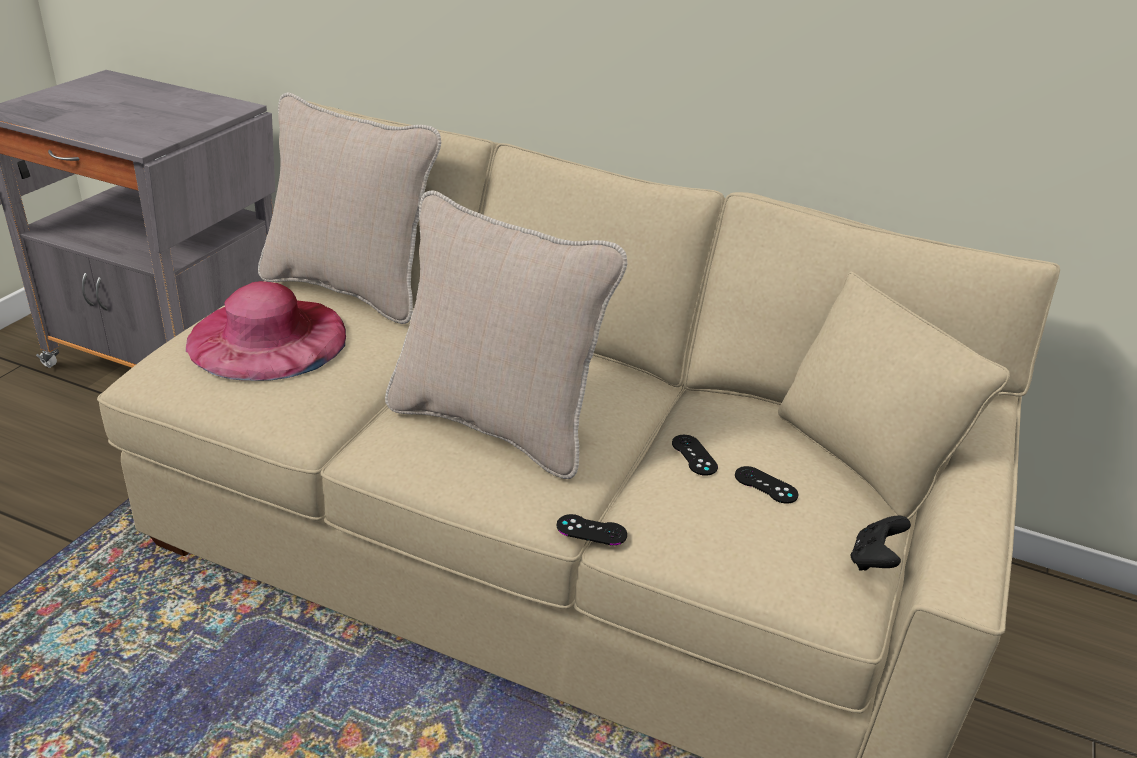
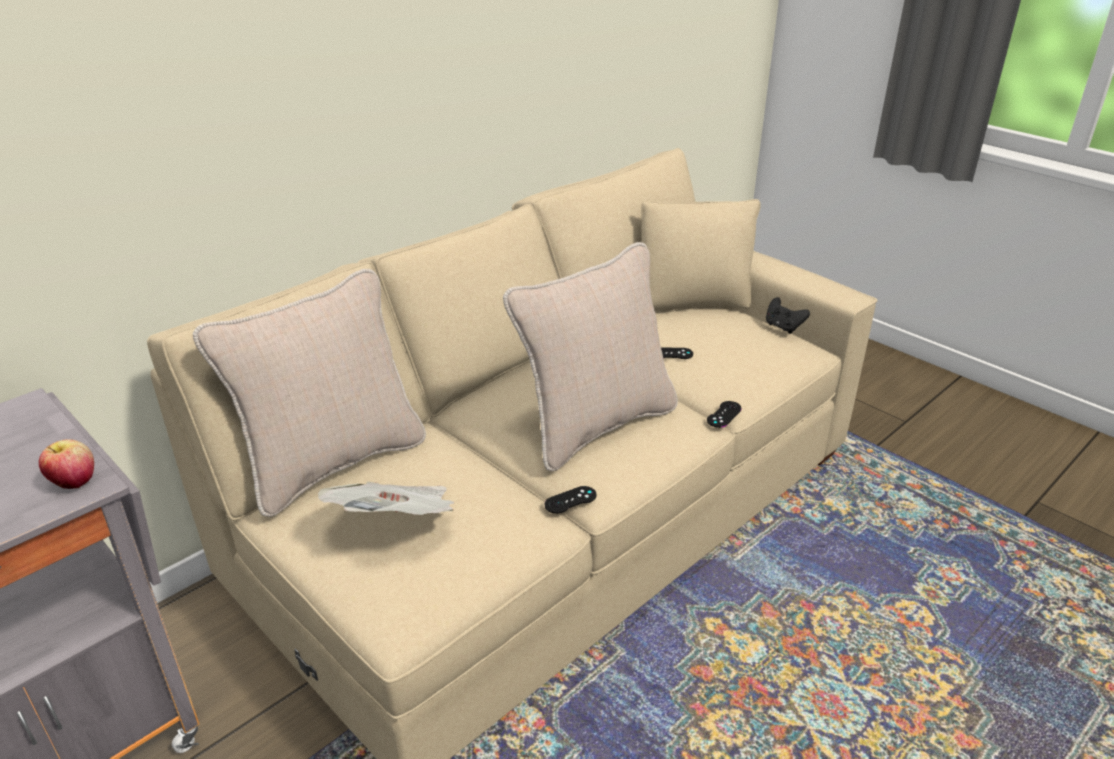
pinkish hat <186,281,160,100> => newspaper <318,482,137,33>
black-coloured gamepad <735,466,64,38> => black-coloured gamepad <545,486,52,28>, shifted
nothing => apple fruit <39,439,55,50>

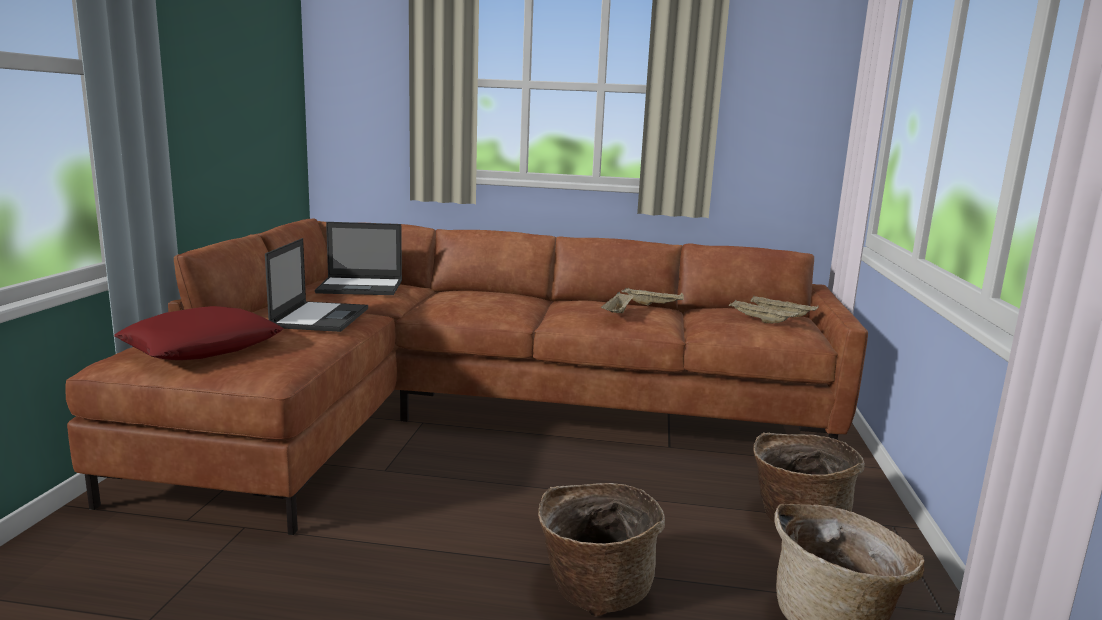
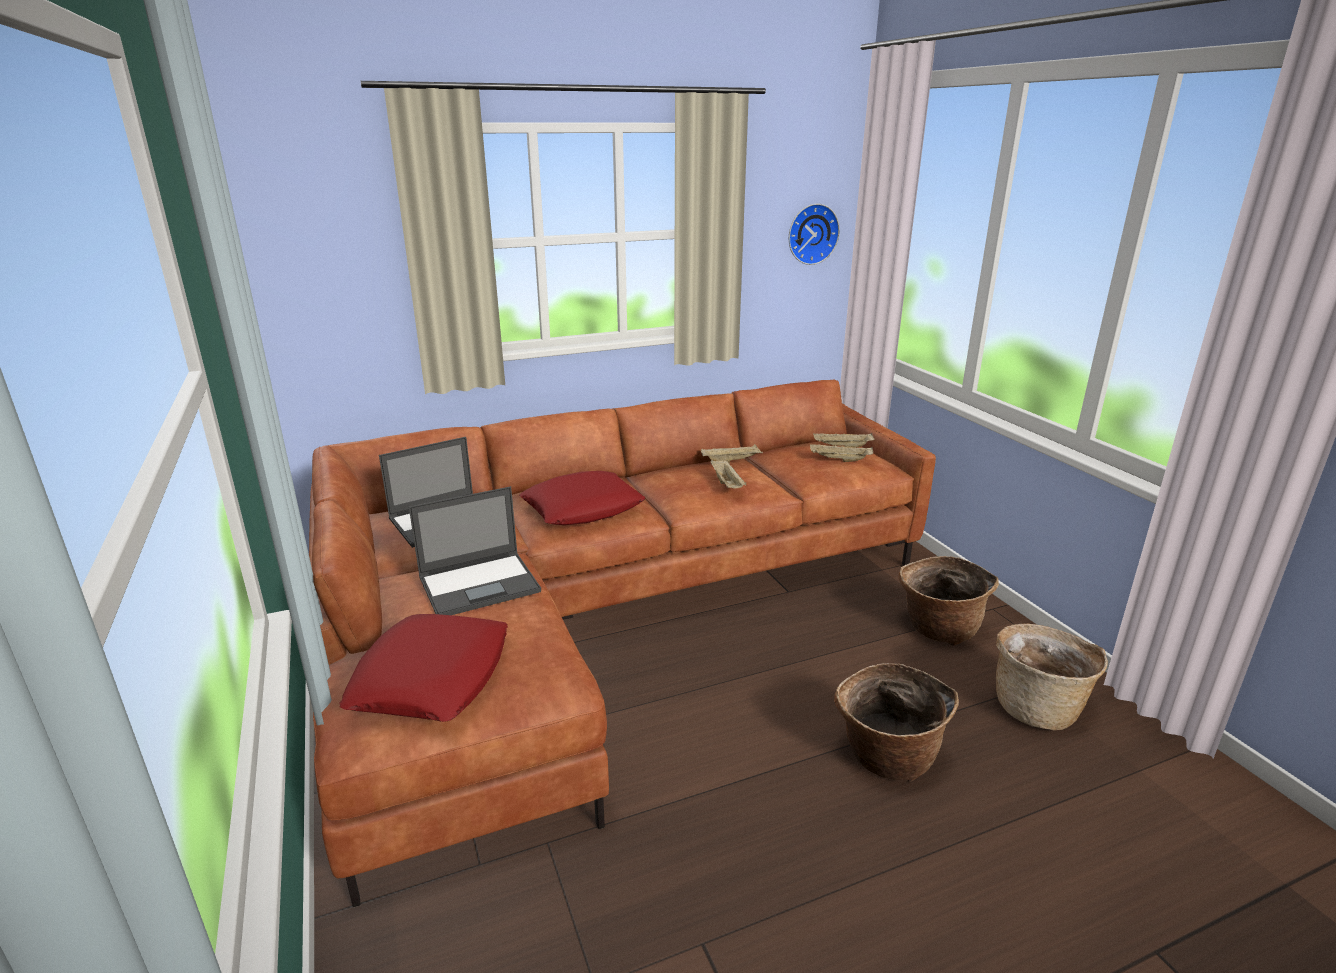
portable computer <265,238,103,94> => portable computer <409,486,132,129>, 90 degrees clockwise
nothing => wall clock <789,203,51,62>
nothing => red cushion <519,471,126,54>

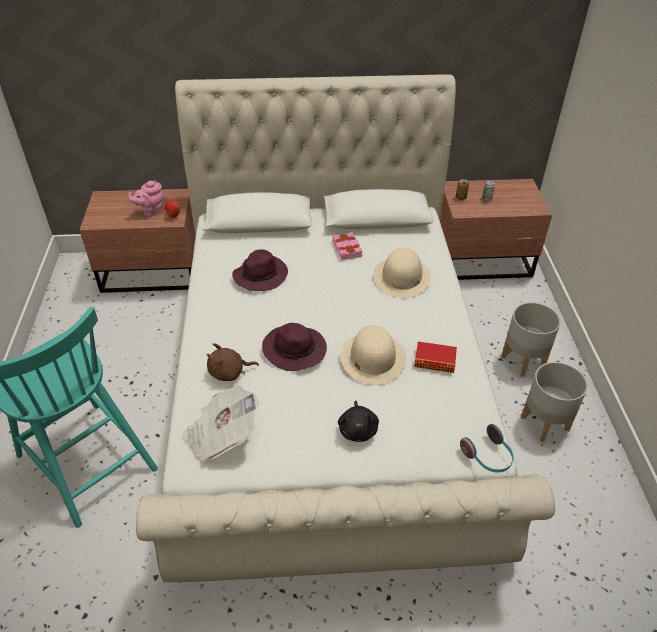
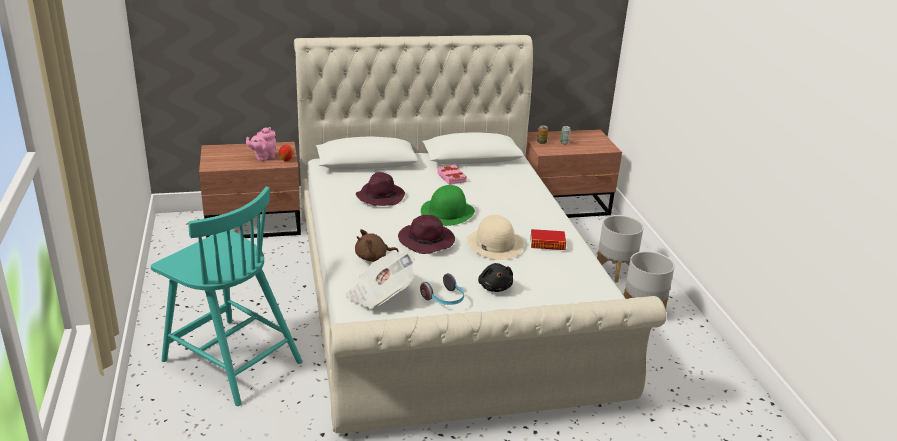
beige-coloured hat <373,247,58,51> => nothing
headphones <460,424,54,49> => headphones <420,273,44,32>, shifted
nothing => green hat <421,185,54,41>

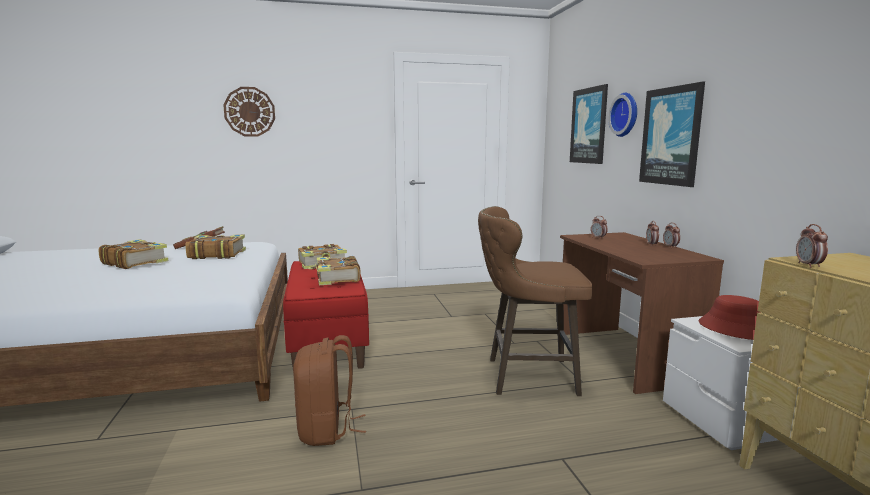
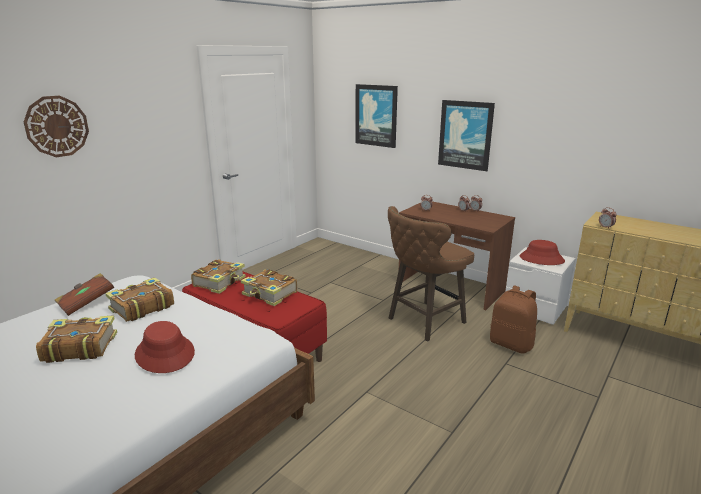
wall clock <608,93,29,44> => nothing
brownish knapsack <293,335,73,111> => brownish knapsack <490,286,47,68>, shifted
nothing => red hat <135,321,60,52>

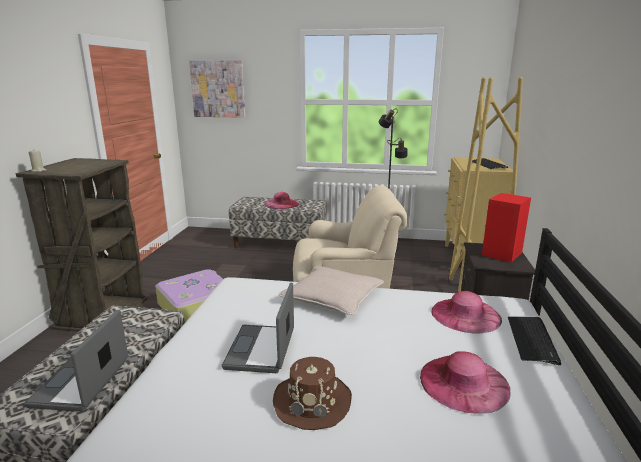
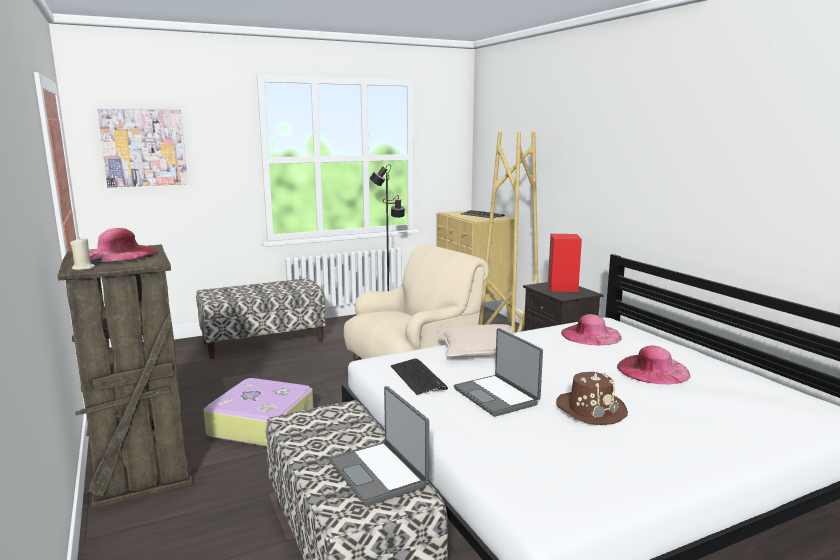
pinkish hat <265,192,34,17> => pinkish hat <89,228,70,35>, shifted
keyboard <508,317,53,48> => keyboard <391,358,57,37>, shifted

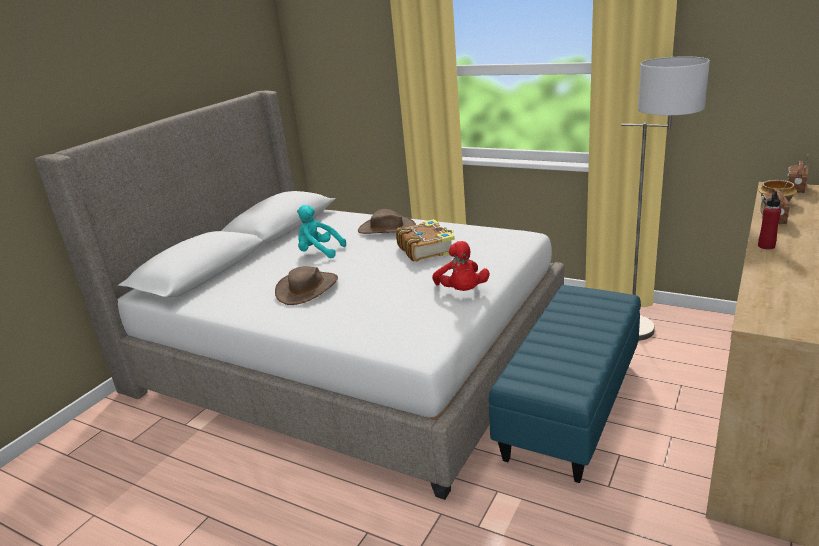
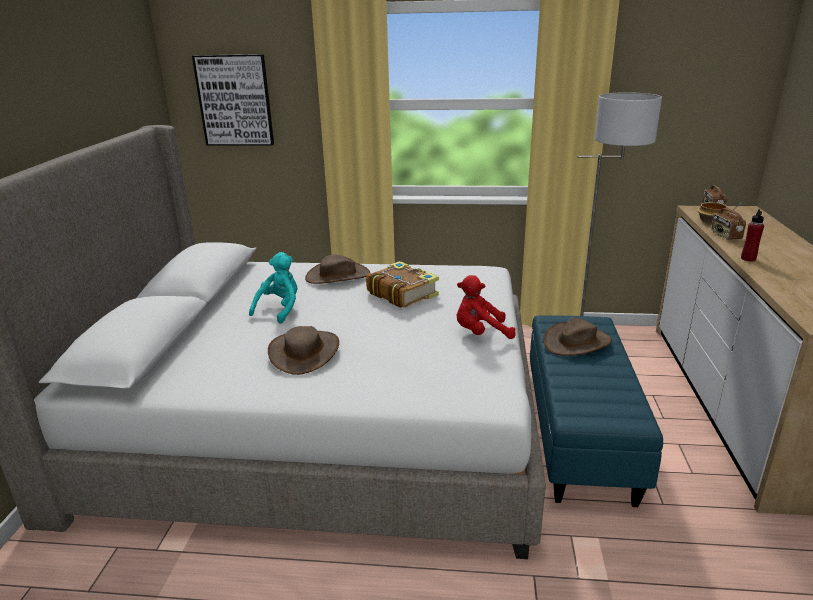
turquoise cuddly toy <297,205,49,53> => turquoise cuddly toy <249,252,49,72>, 120 degrees clockwise
red cuddly toy <432,241,58,50> => red cuddly toy <457,275,59,64>, 120 degrees clockwise
nothing => wall picture <192,54,82,92>
nothing => brownish hat <543,317,69,39>

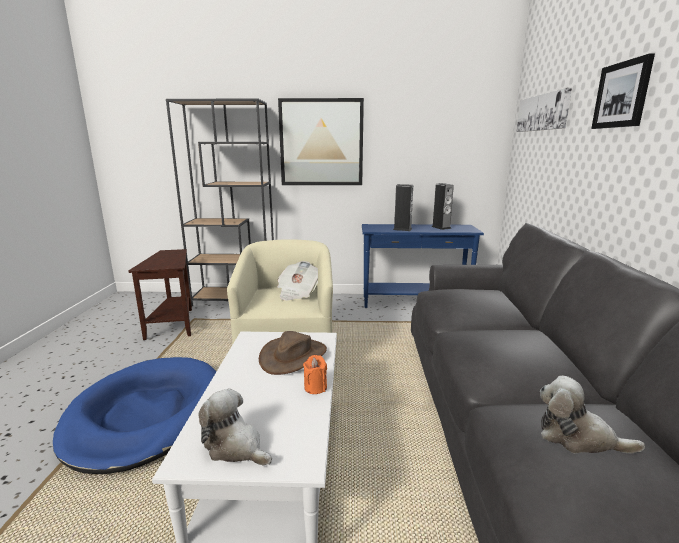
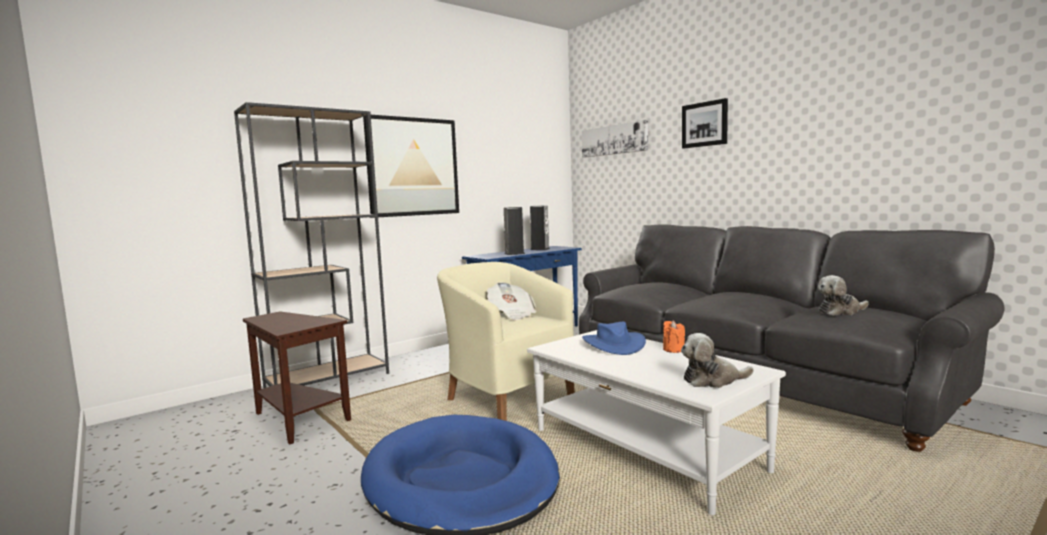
brownish hat <259,331,68,44> => bluish hat <582,322,64,33>

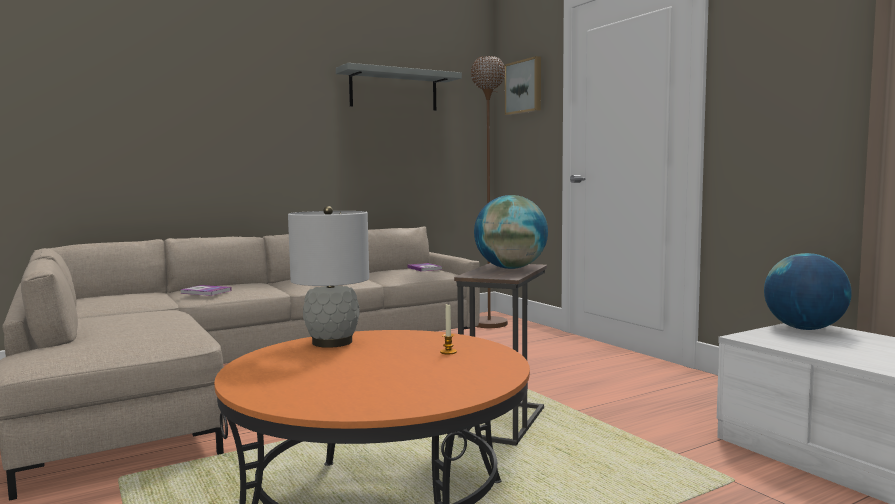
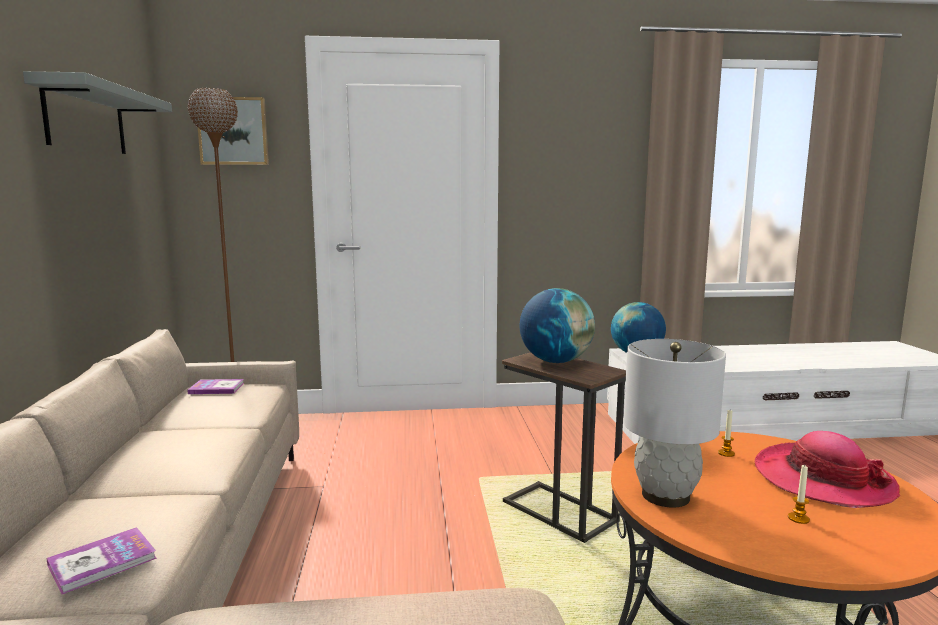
nothing => hat <755,431,145,77>
nothing => wax candle <788,465,22,59>

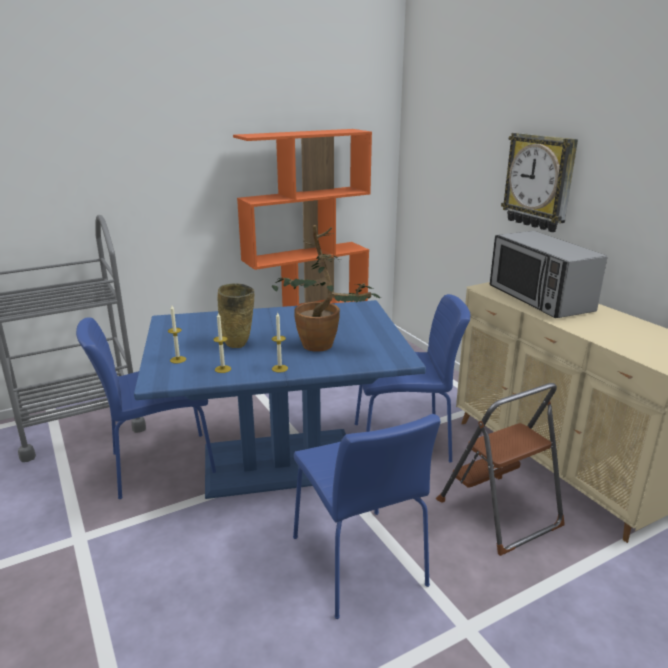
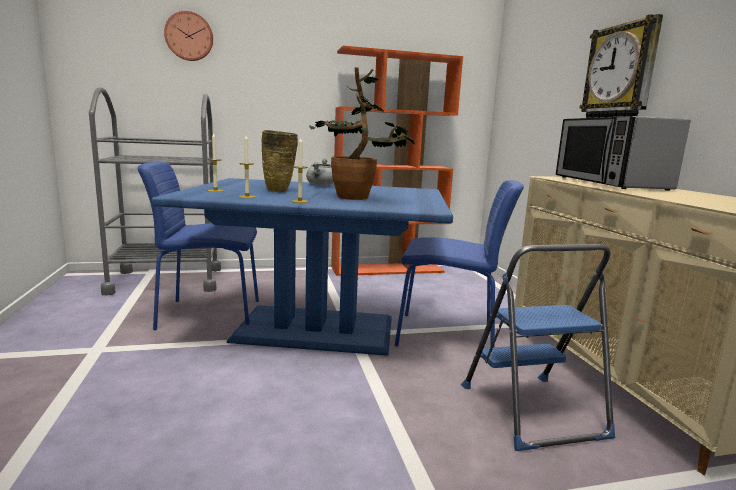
brownish step ladder <436,383,129,173> => bluish step ladder <461,244,154,207>
bluish plain chair <293,414,148,205> => nothing
nothing => wall clock <164,11,49,50>
nothing => greyish stockpot <306,159,28,27>

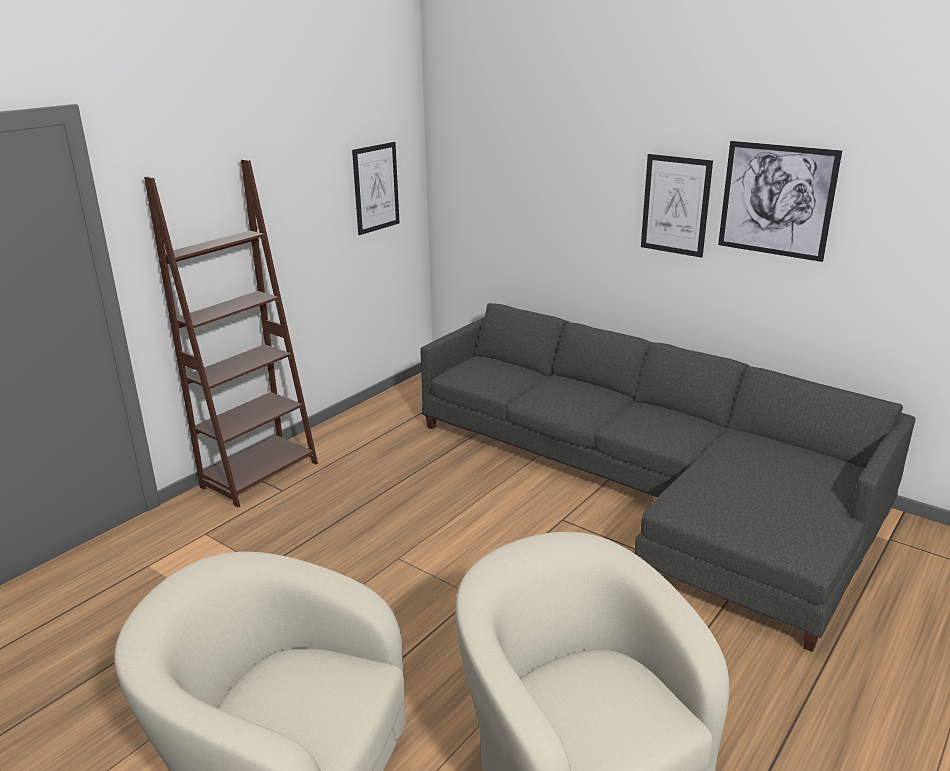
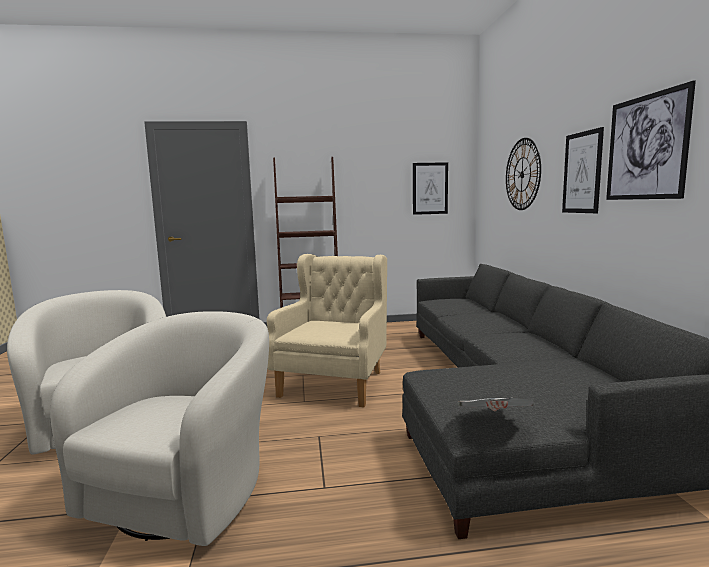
nothing => wall clock <506,138,35,72>
nothing => beige-coloured lounge chair <267,254,120,153>
nothing => newspaper <457,398,77,13>

